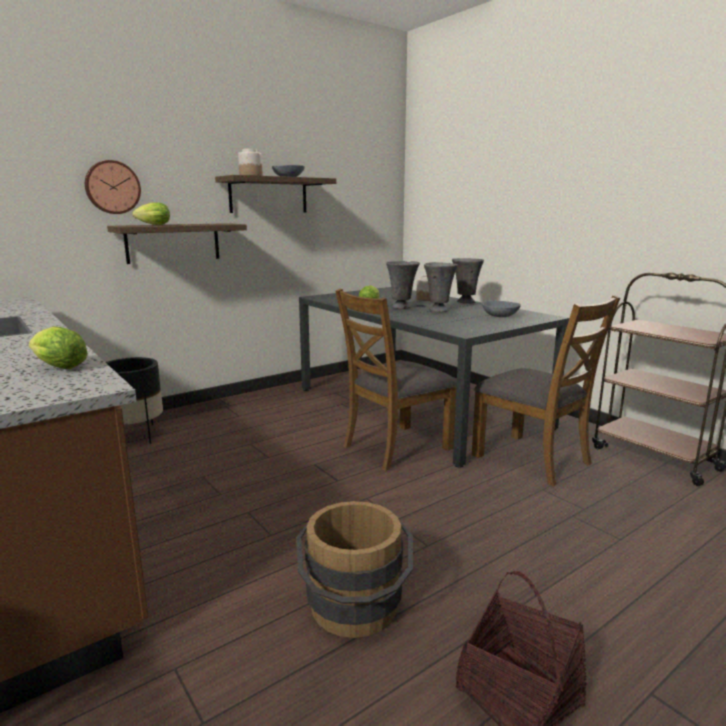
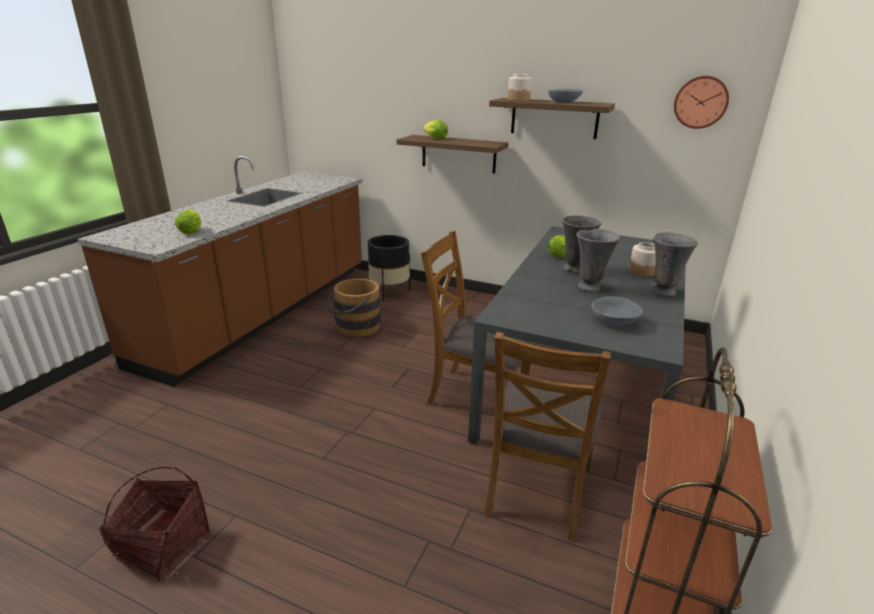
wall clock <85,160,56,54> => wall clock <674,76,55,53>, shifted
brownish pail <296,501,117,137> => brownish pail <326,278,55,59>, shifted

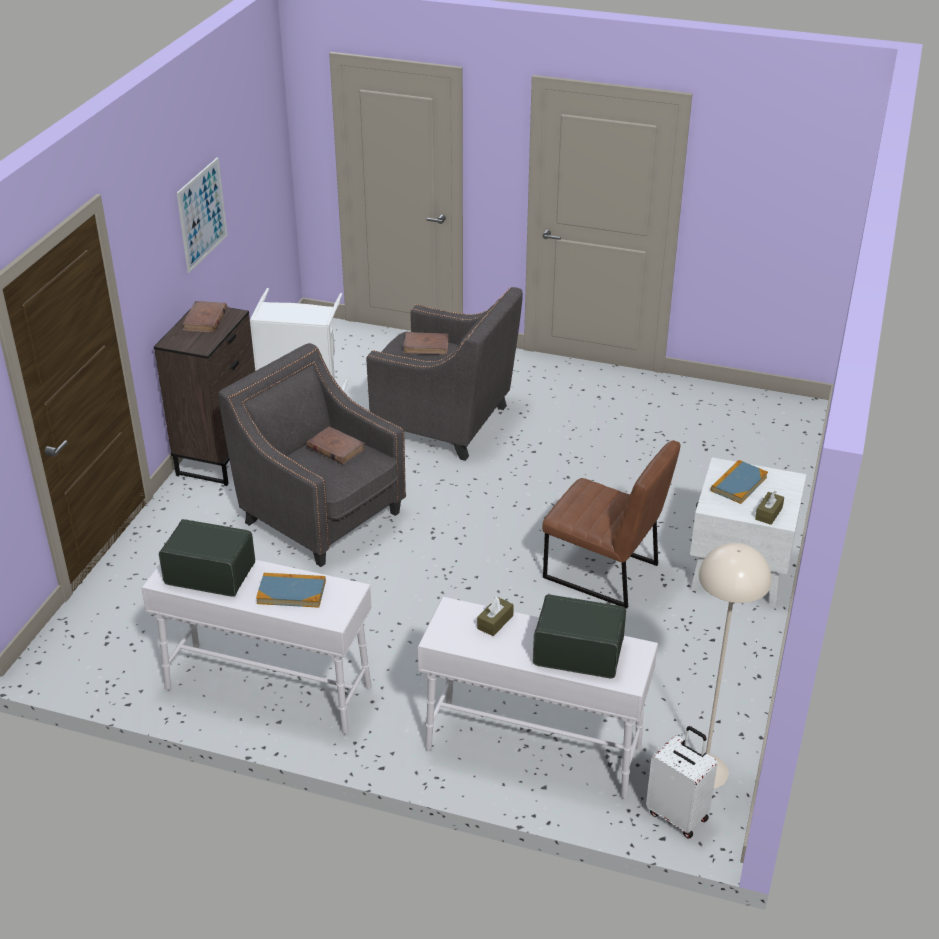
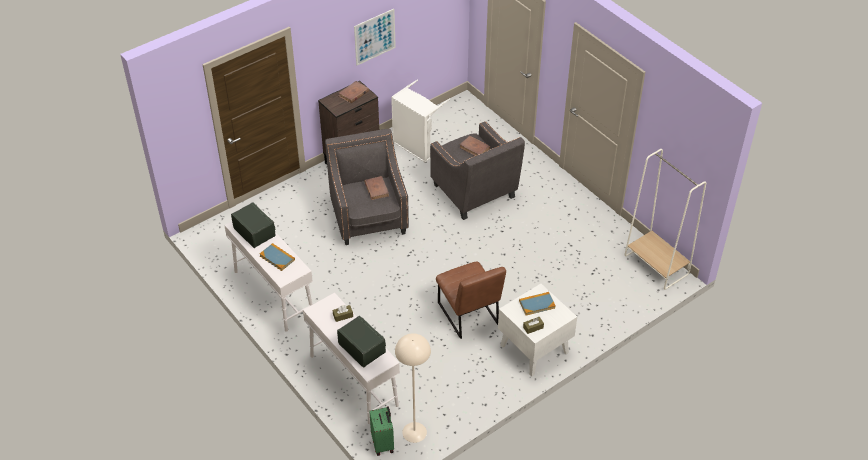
white-coloured travel case <646,726,72,113> => green travel case <369,406,25,50>
nothing => garment stand <624,149,82,140>

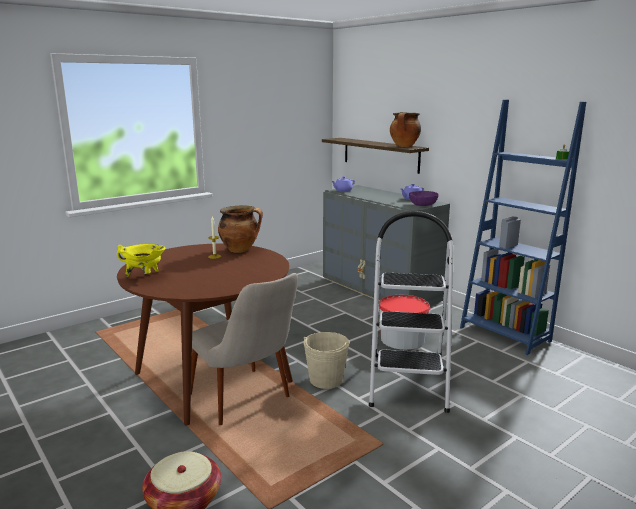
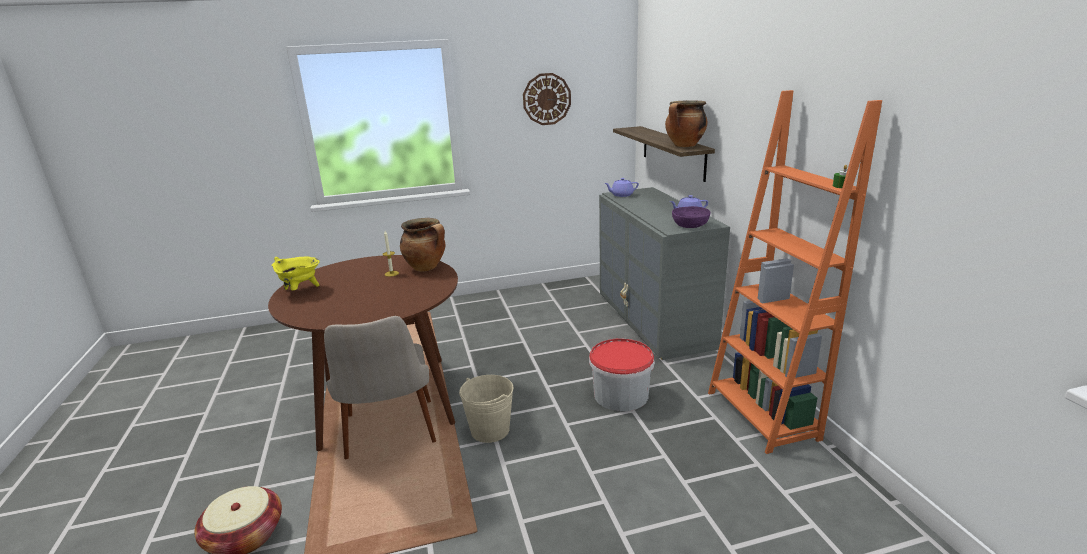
bluish shelving unit <460,100,126,255> => orange shelving unit <708,90,174,364>
step ladder <369,211,84,202> => nothing
nothing => wall clock <523,73,48,52>

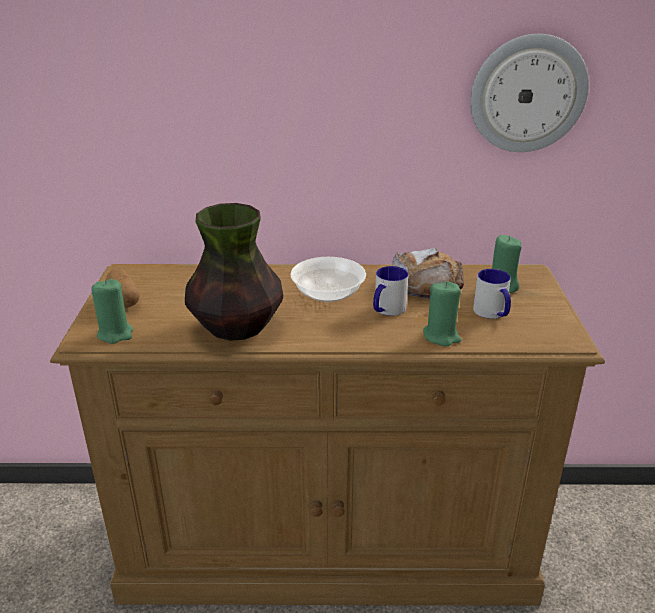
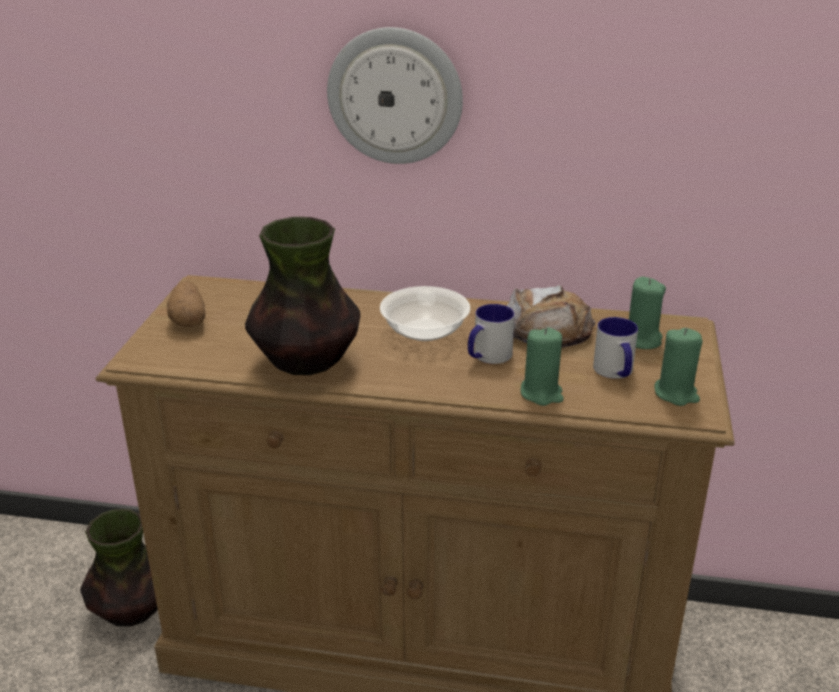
wall clock <470,34,119,118> => wall clock <327,27,136,137>, shifted
green wax candle <91,279,42,65> => green wax candle <654,328,49,78>, shifted
nothing => vase <80,509,78,117>

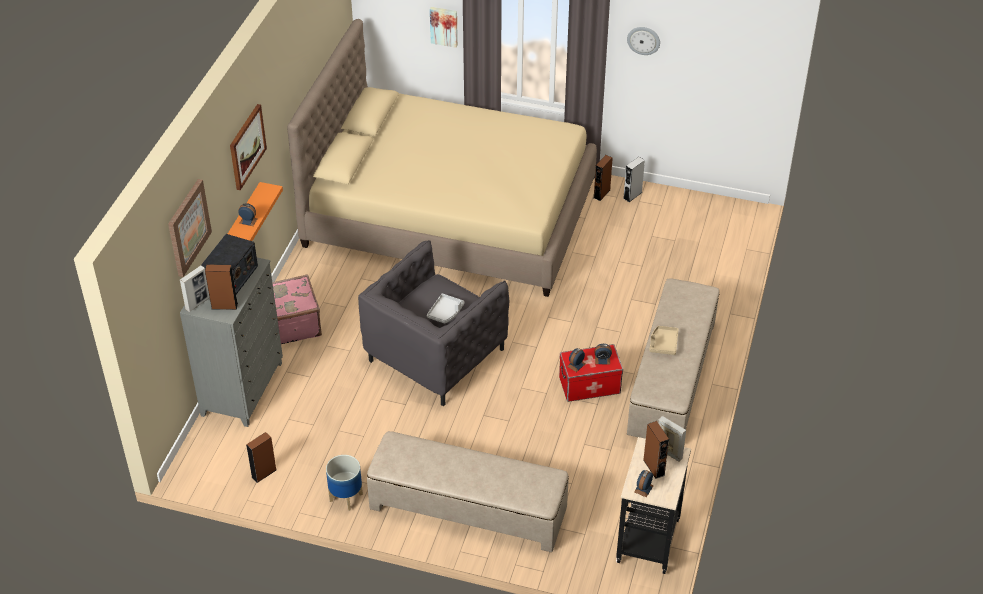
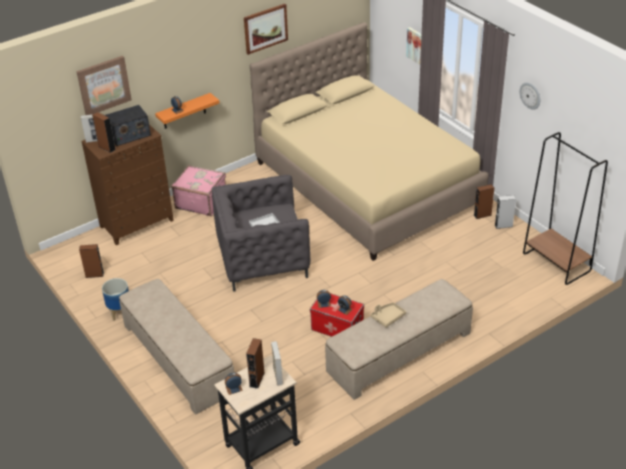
wall picture <230,104,37,86> => wall picture <244,4,44,51>, shifted
greyish drawer chest <180,258,103,169> => brownish drawer chest <81,124,93,121>
nothing => garment stand <523,132,85,153>

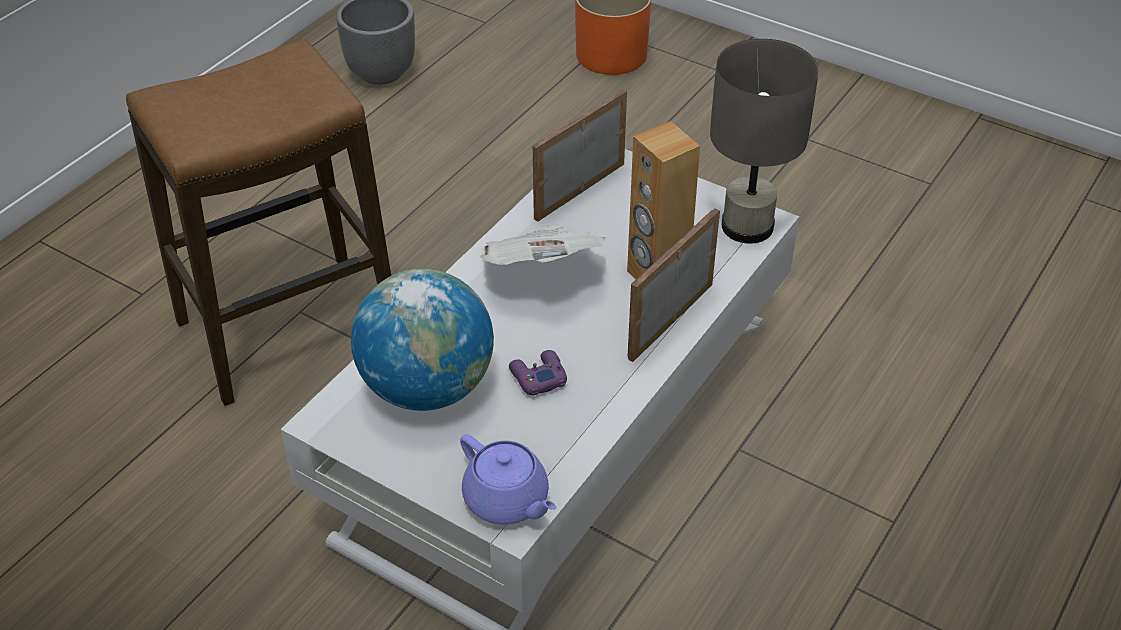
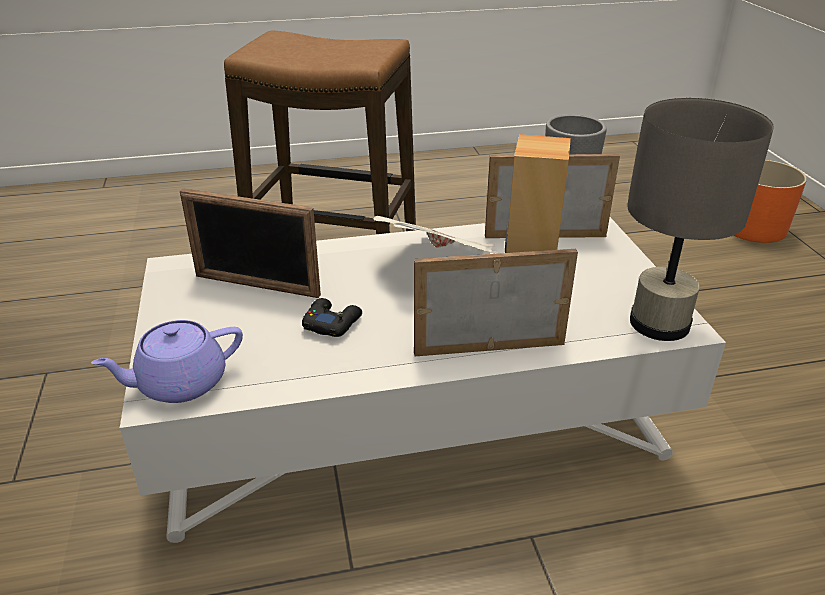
world globe <351,269,143,142> => photo frame <180,188,141,110>
purple-coloured gamepad <509,350,58,46> => black-coloured gamepad <302,298,60,39>
purple-coloured pot for tea <460,434,96,91> => purple-coloured pot for tea <91,320,152,83>, 60 degrees clockwise

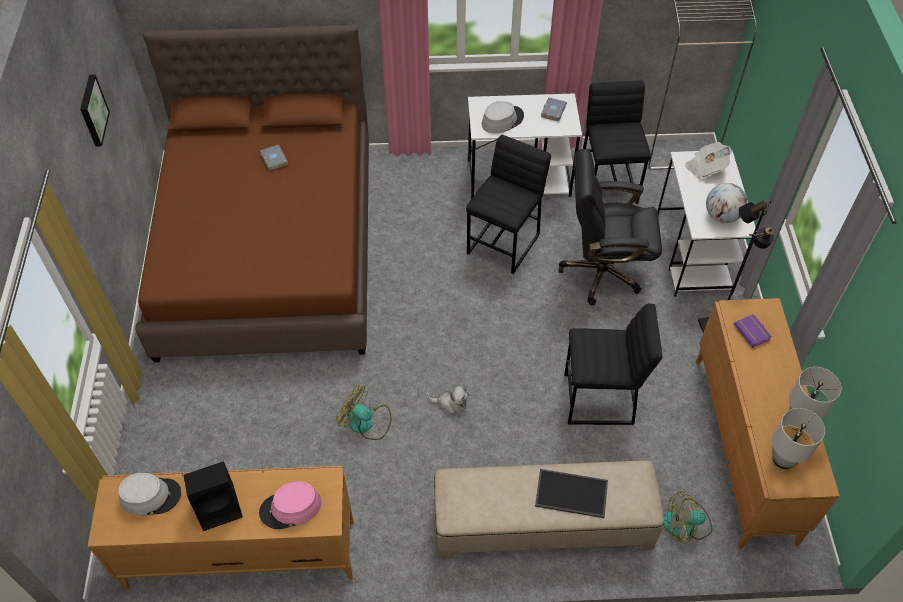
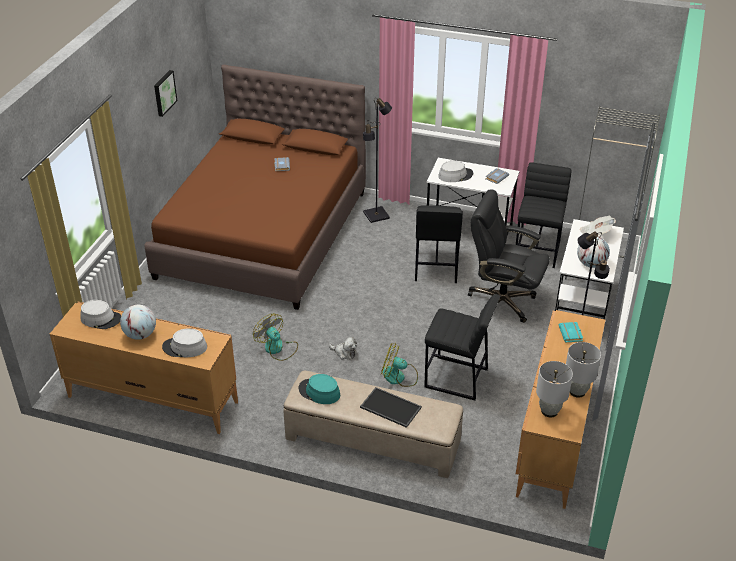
black-coloured plain chair <466,135,85,139> => black-coloured plain chair <415,205,48,78>, 135 degrees clockwise
purple-coloured bound book <734,314,38,34> => turquoise bound book <559,322,24,21>
black-coloured audio speaker <184,462,59,69> => world globe <120,305,36,35>
pinkish hat <259,481,62,48> => greyish hat <162,328,45,30>
cooling fan <663,491,49,53> => cooling fan <381,343,37,44>, shifted
nothing => black-coloured standard lamp <363,98,29,125>
nothing => turquoise hat <298,374,42,30>

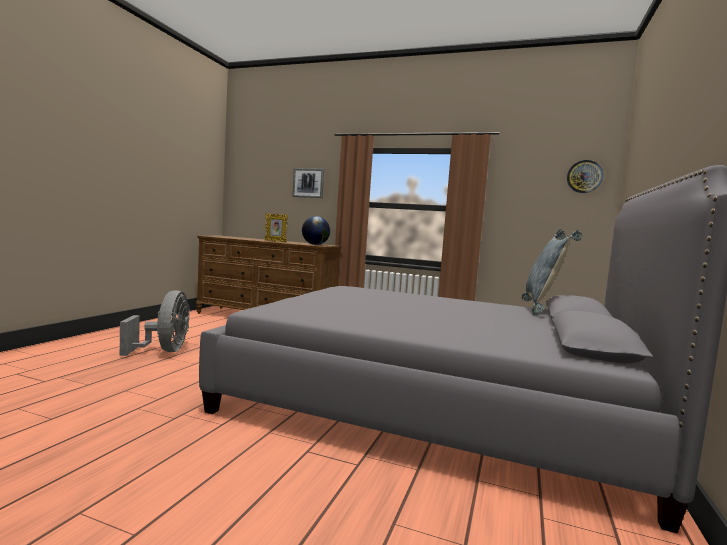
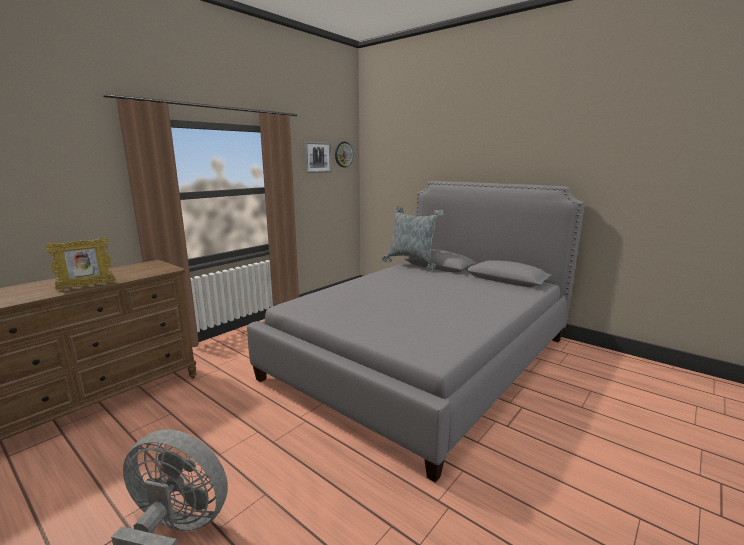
wall picture <292,168,32,30> => wall picture <304,142,28,31>, shifted
world globe <302,216,28,29> => nothing

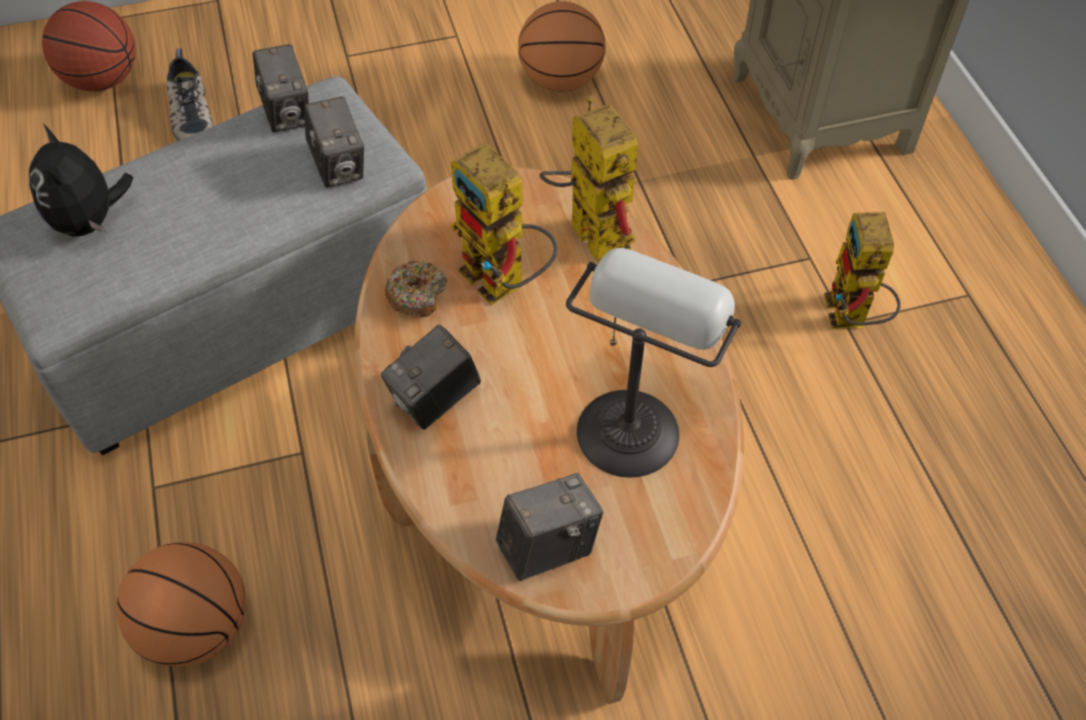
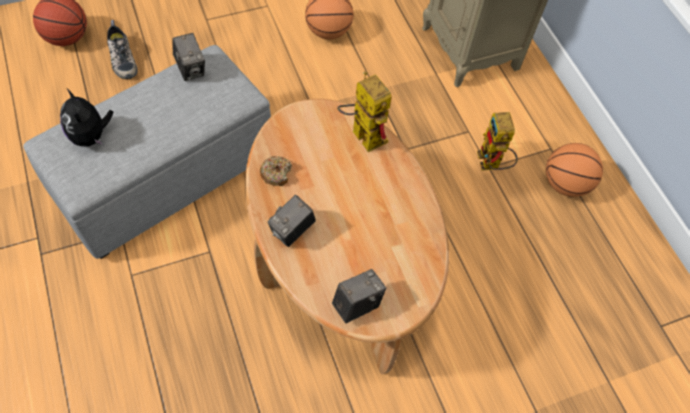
photo camera <304,96,60,92> => nothing
model robot <451,142,107,163> => nothing
table lamp <566,248,175,230> => nothing
basketball <116,542,130,125> => basketball <546,143,57,54>, shifted

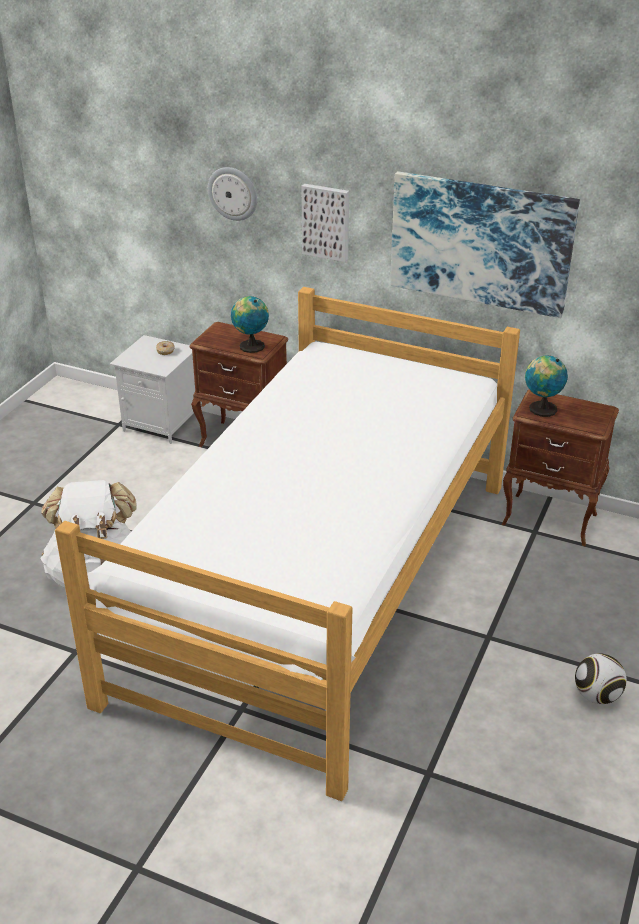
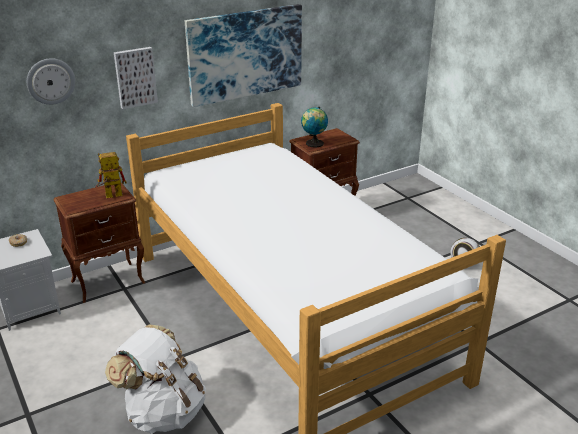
world globe <231,296,38,57> => model robot <95,152,32,46>

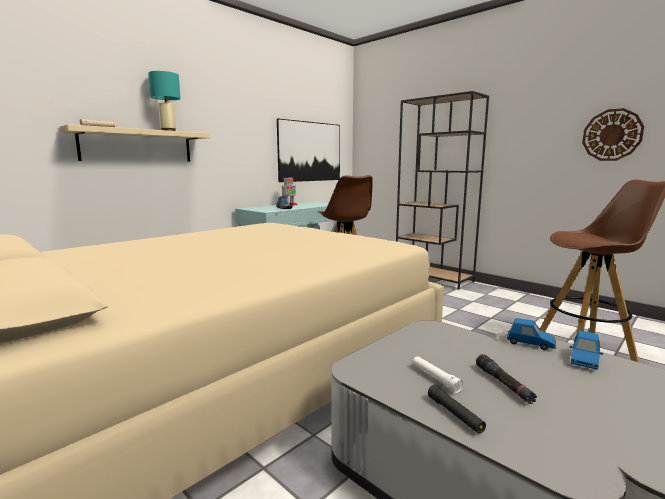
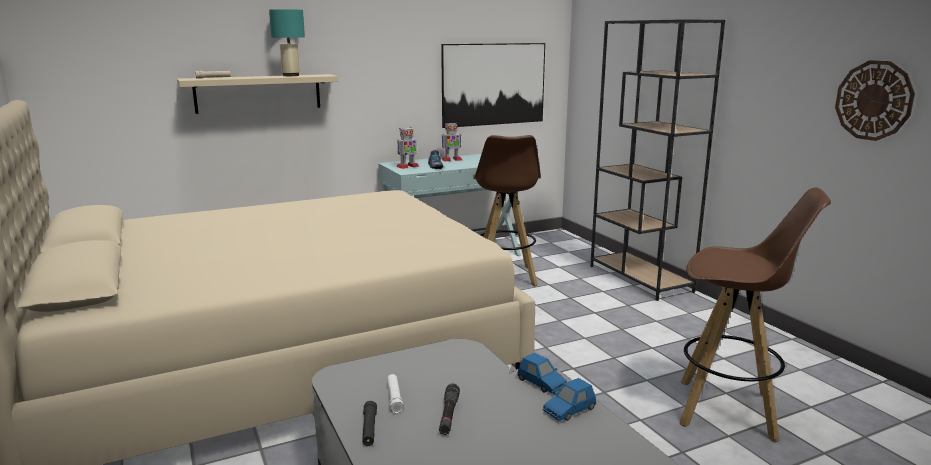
nothing => model robot <396,127,24,42>

